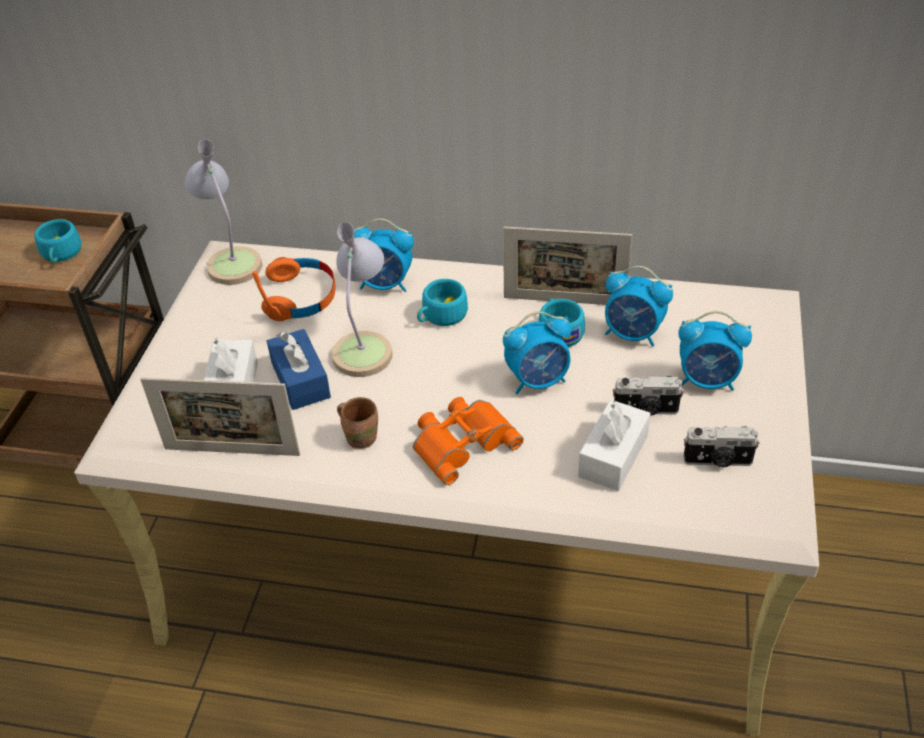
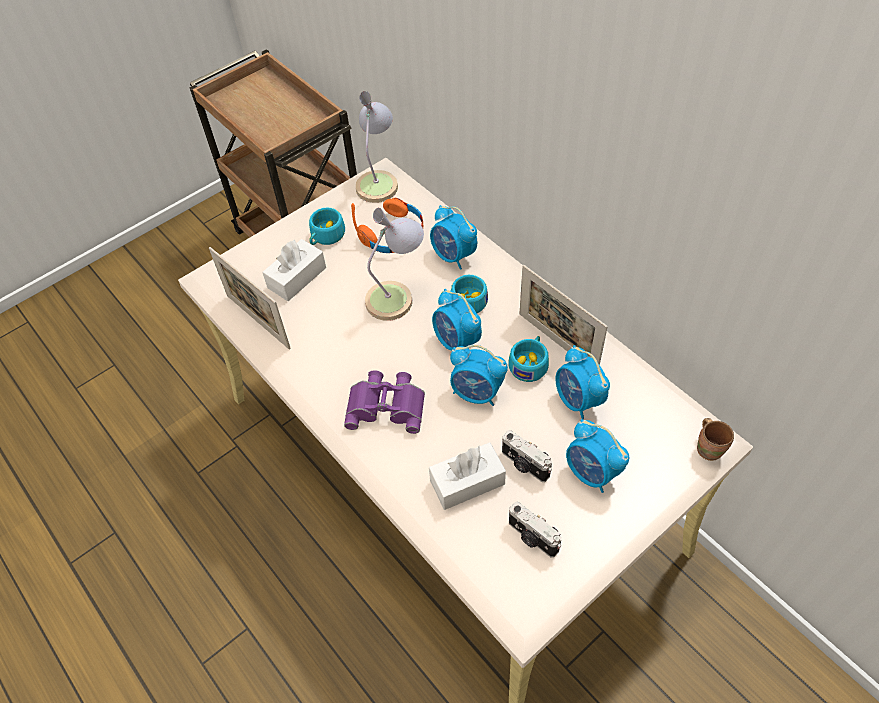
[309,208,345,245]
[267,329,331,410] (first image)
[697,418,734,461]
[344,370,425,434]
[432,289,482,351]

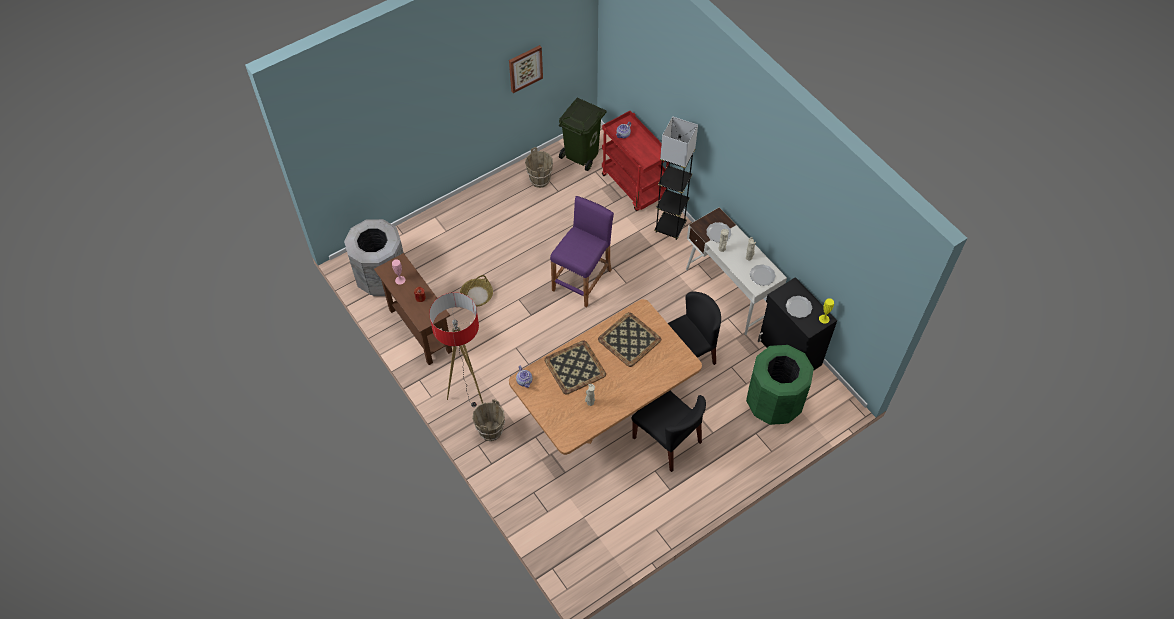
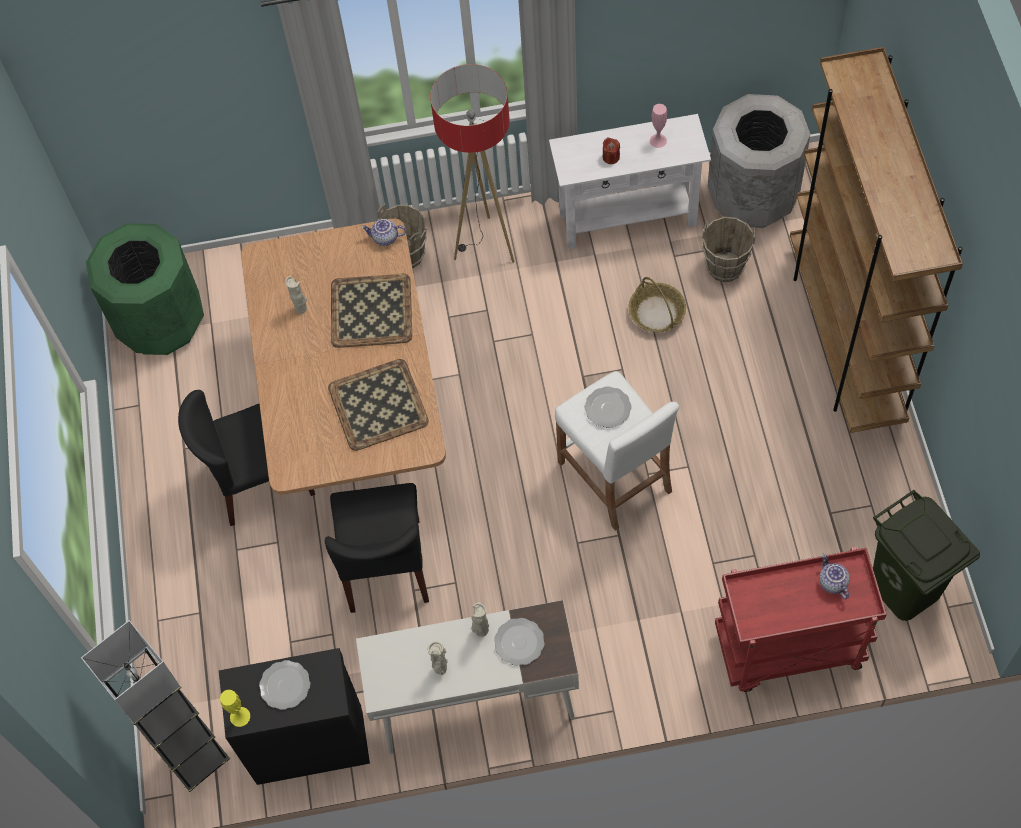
[509,45,543,93] (first image)
[81,620,230,792]
[702,217,755,282]
[555,371,679,531]
[549,114,711,249]
[585,386,631,428]
[86,223,204,355]
[790,47,963,433]

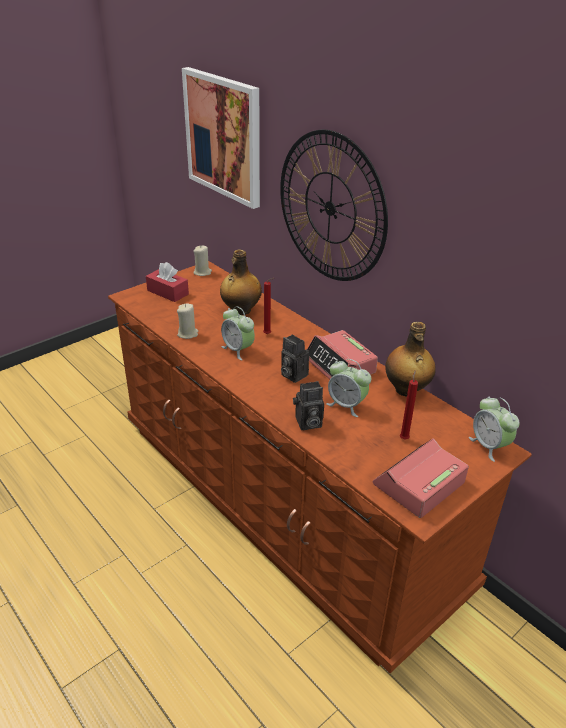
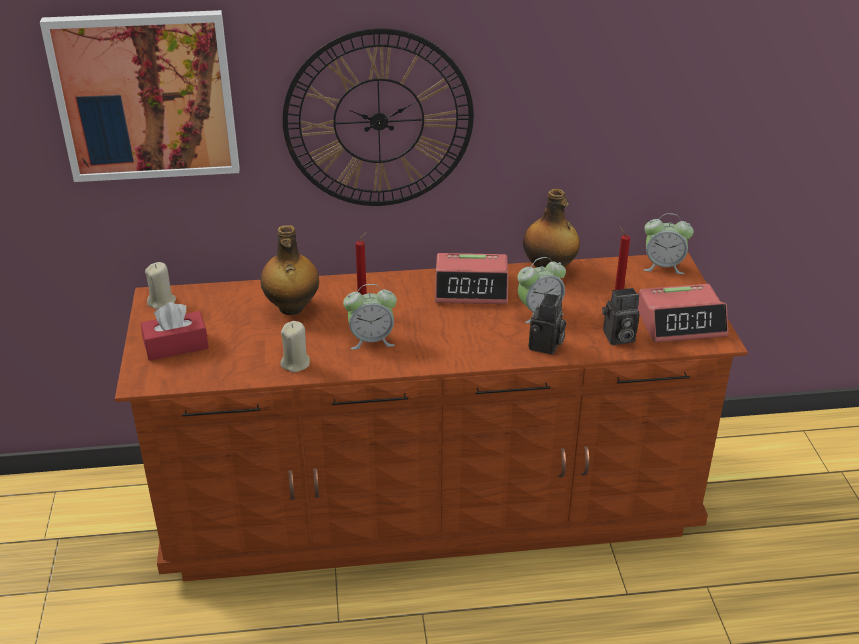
[602,288,640,345]
[638,284,728,342]

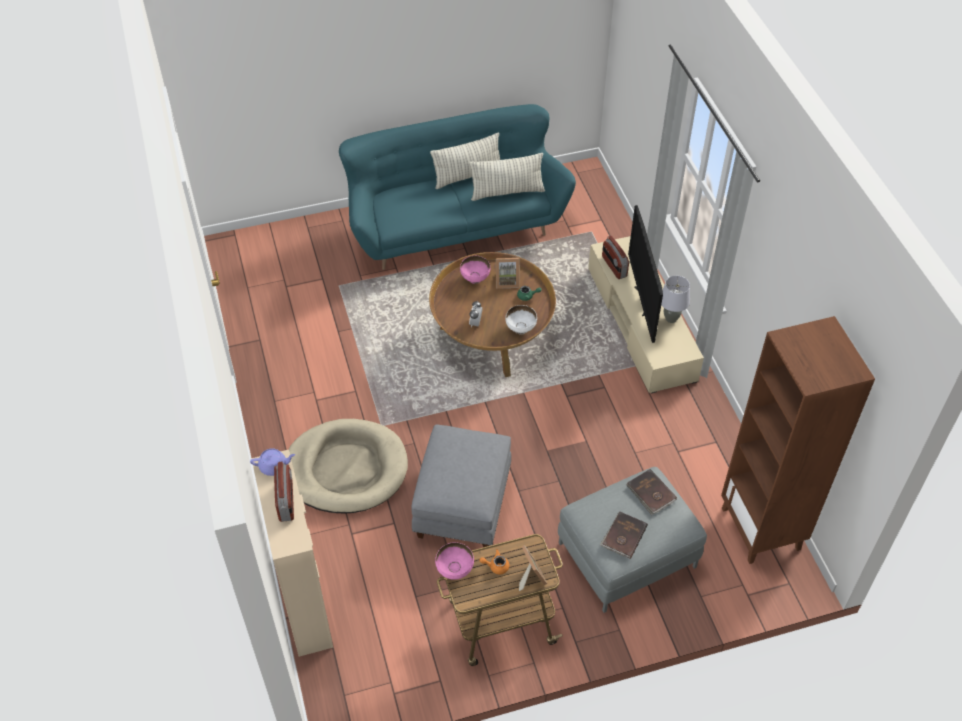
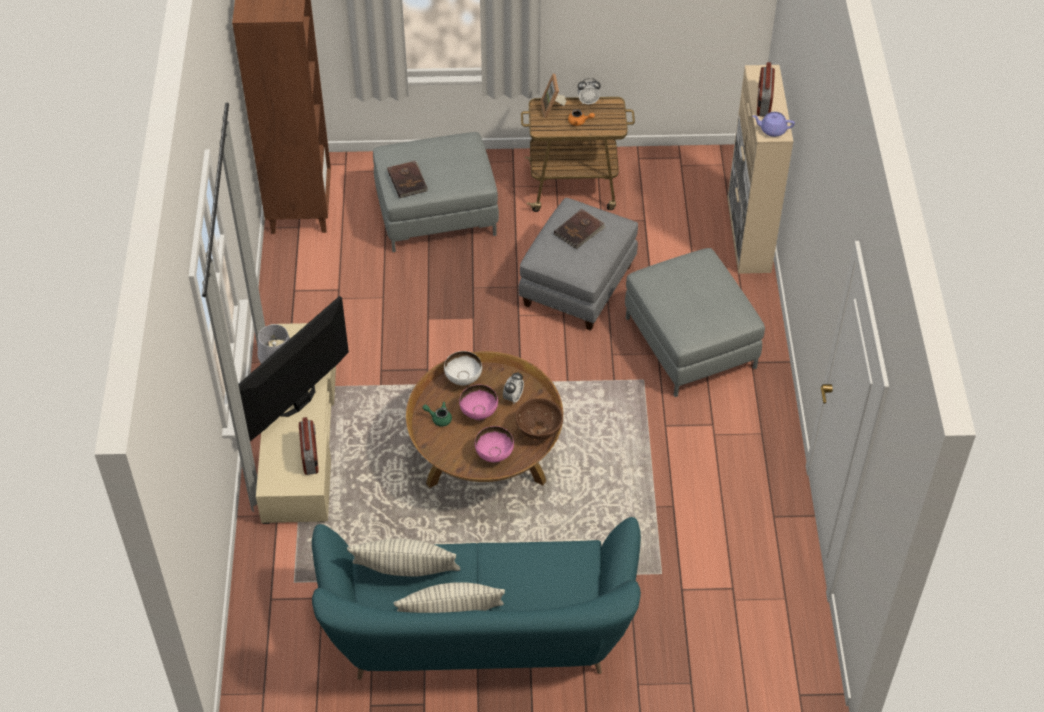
[238,296,349,441]
[496,258,519,289] (first image)
[625,248,765,397]
[554,209,606,249]
[459,385,498,421]
[578,78,601,105]
[516,398,563,440]

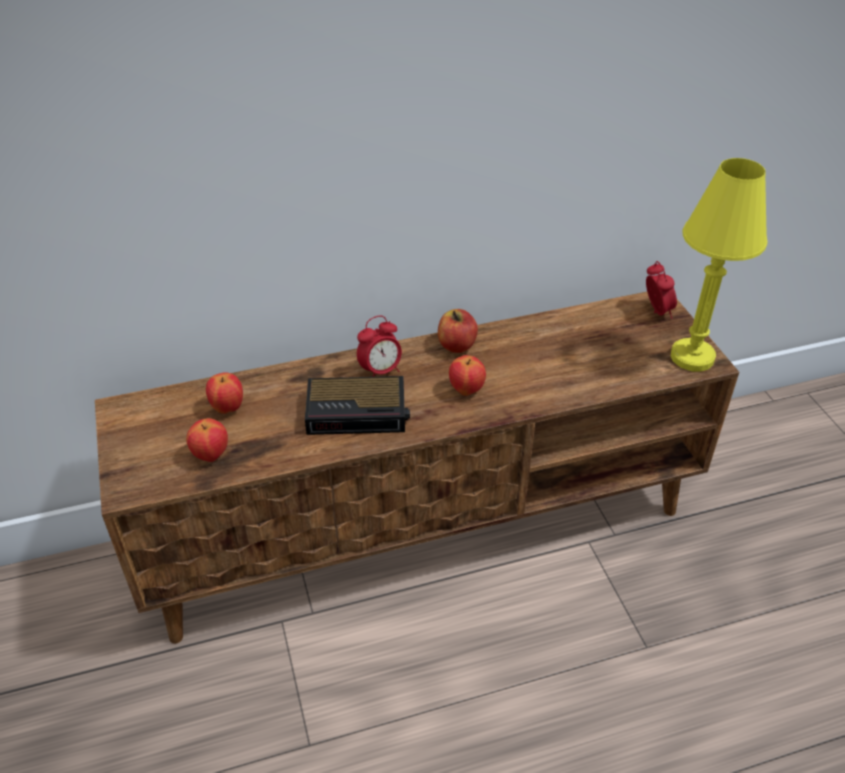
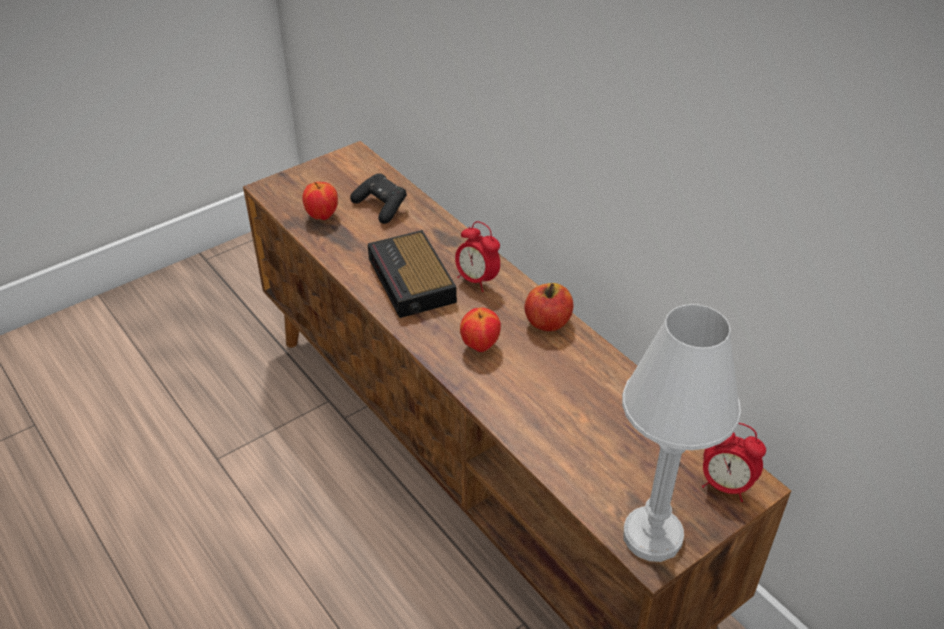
[622,304,741,562]
[702,423,766,502]
[350,173,407,224]

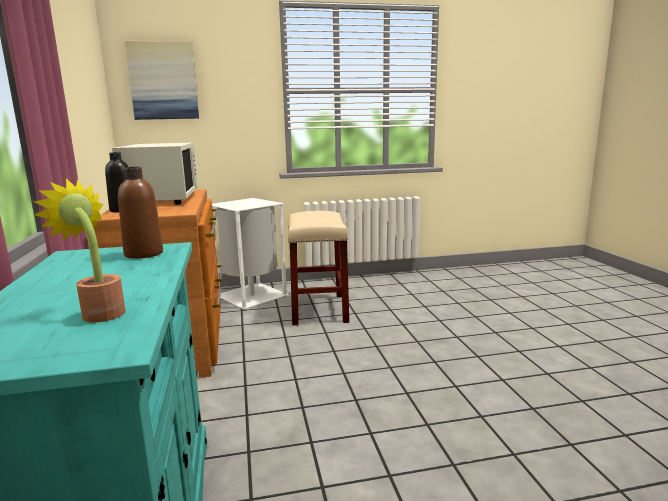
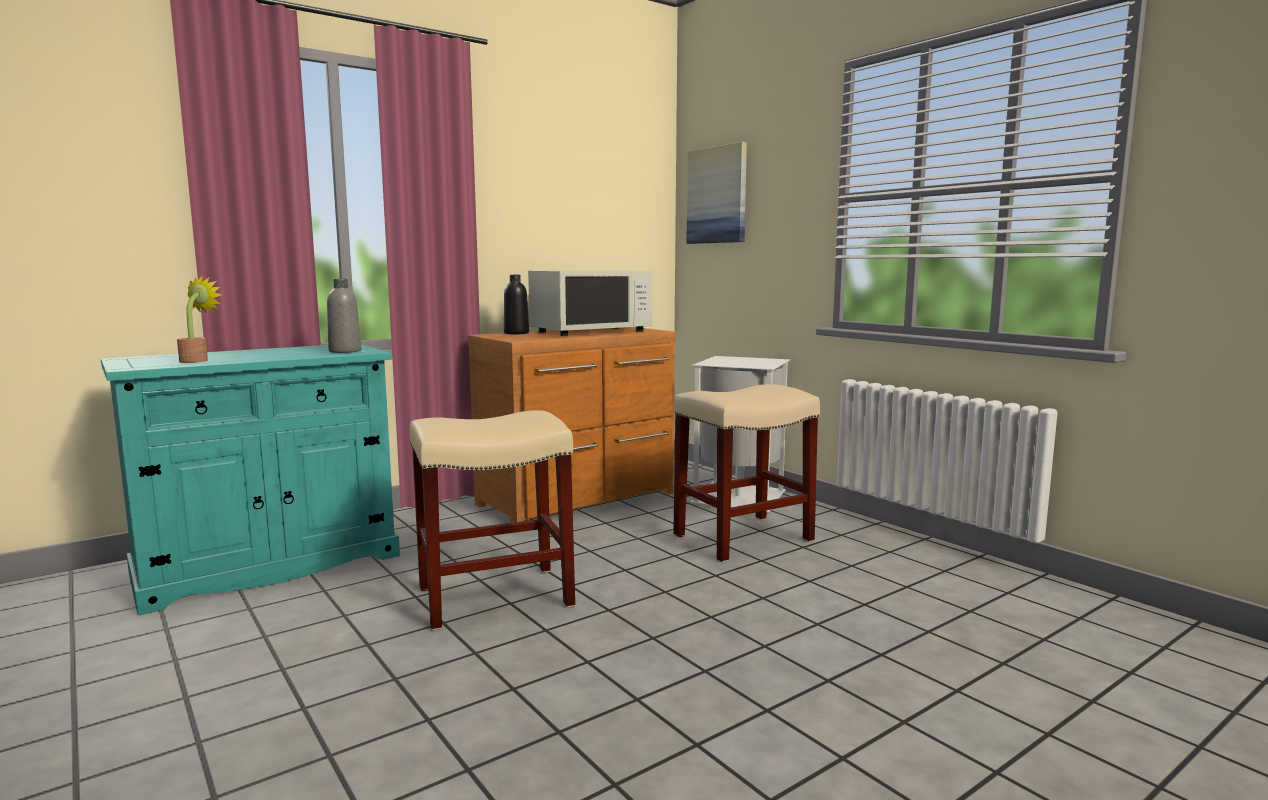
[327,279,361,353]
[410,410,575,630]

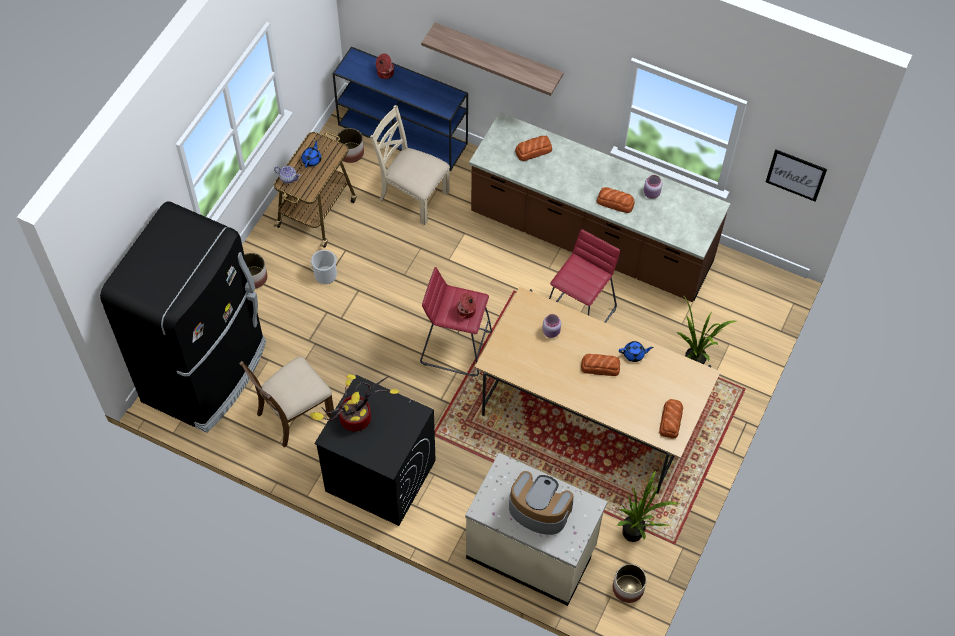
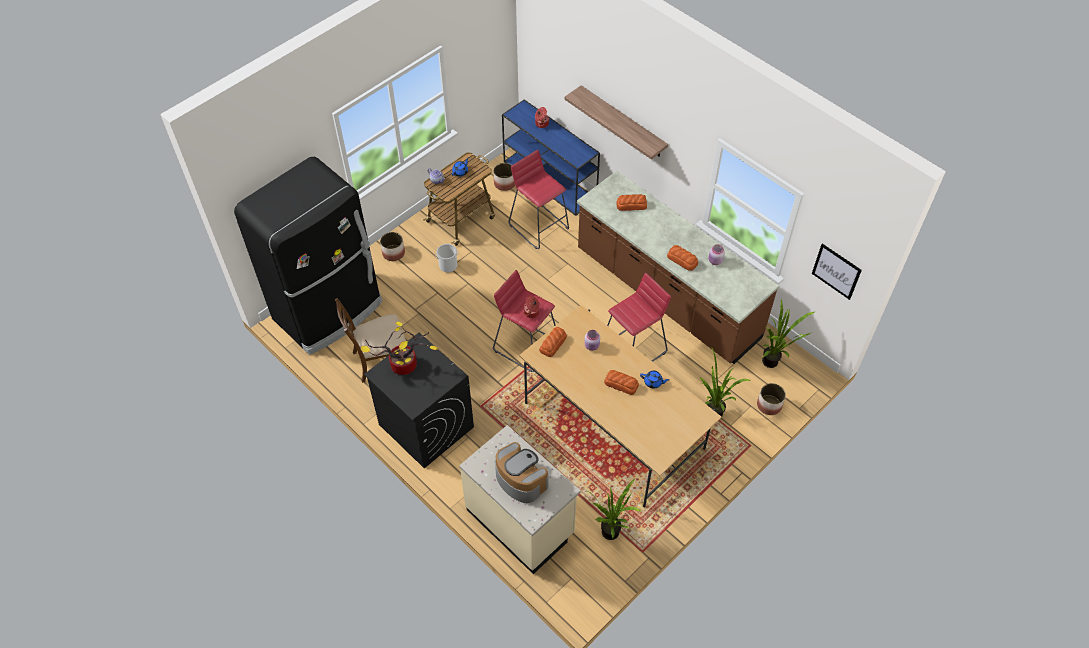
[508,150,569,249]
[539,327,567,357]
[757,383,786,415]
[762,300,815,368]

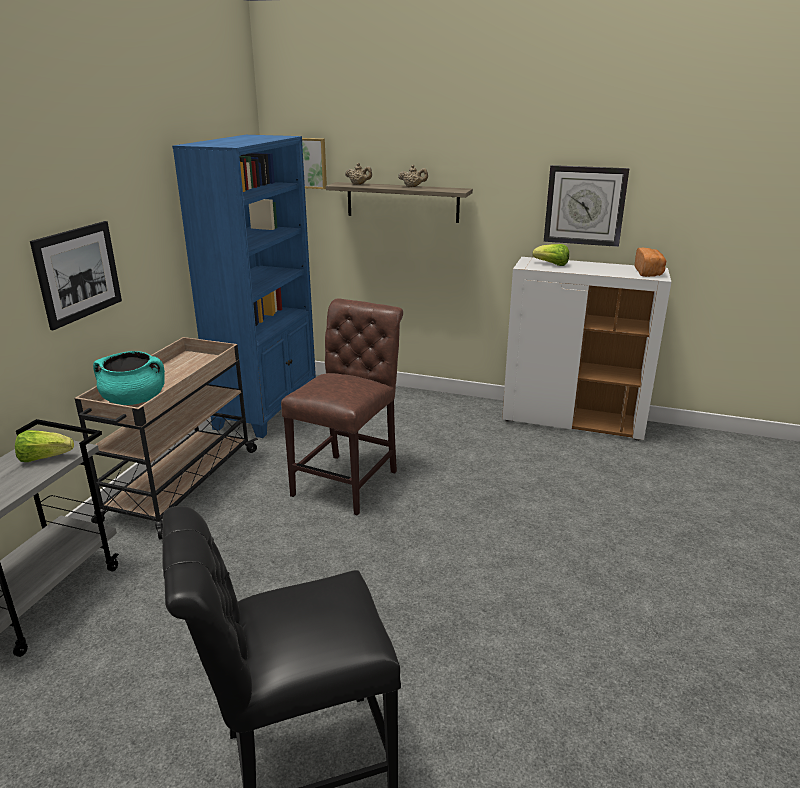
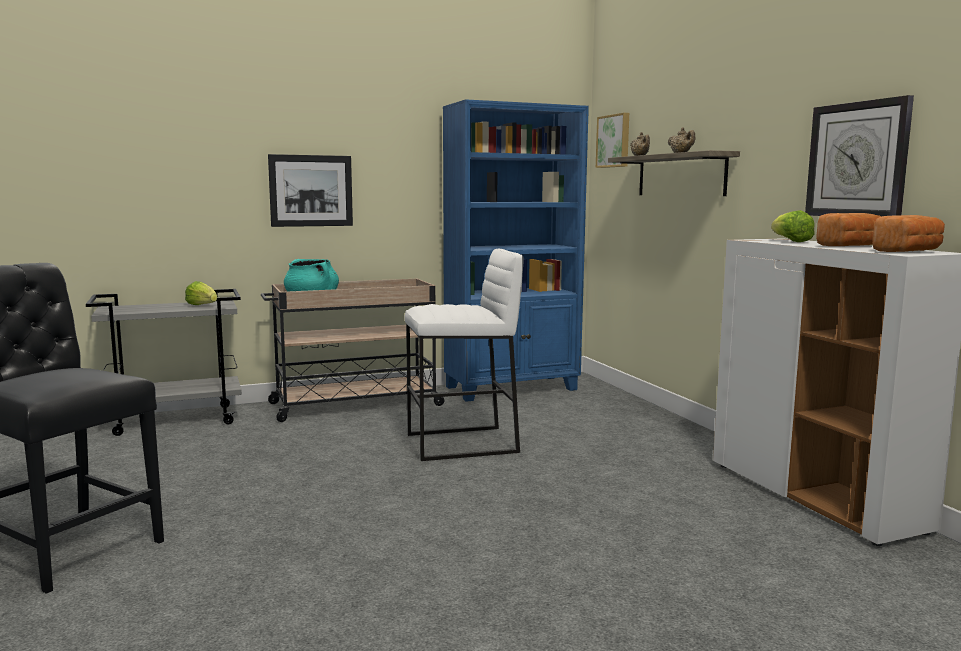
[404,249,523,461]
[816,213,881,246]

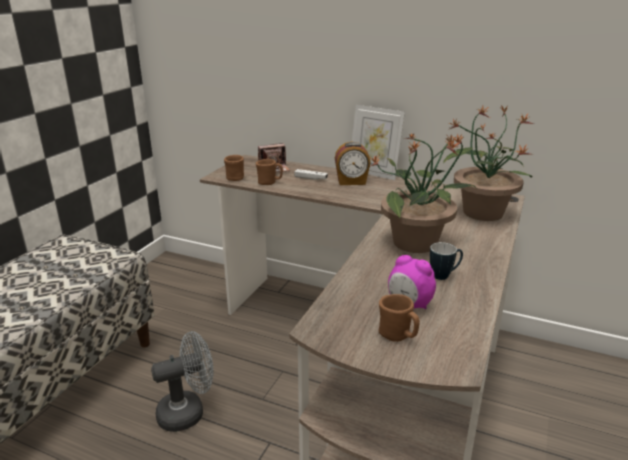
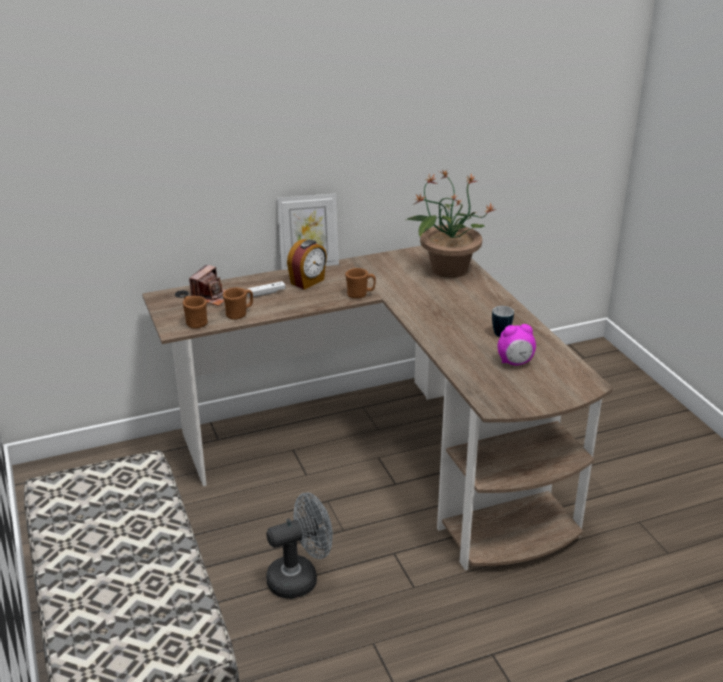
[371,133,477,253] (first image)
[345,268,376,298]
[266,492,333,599]

